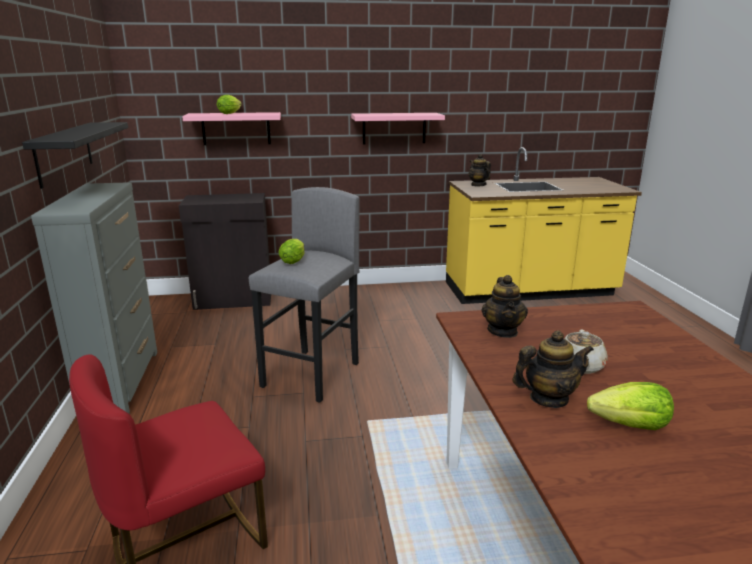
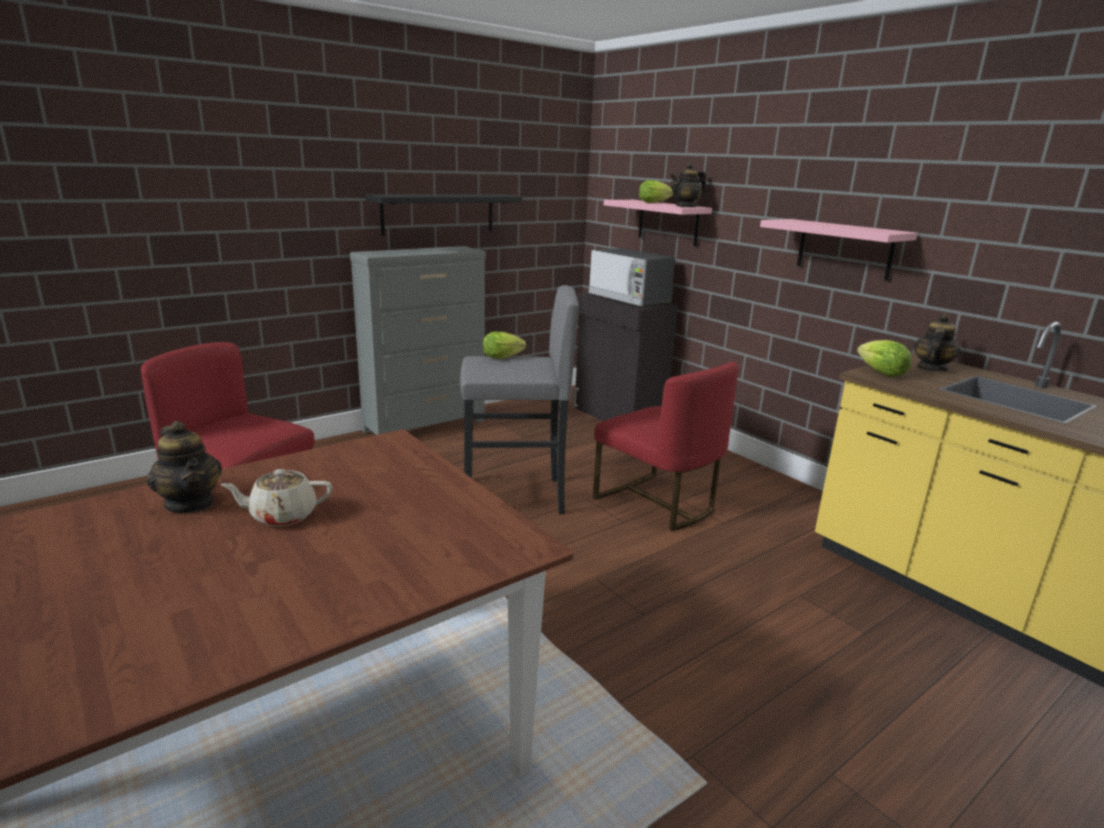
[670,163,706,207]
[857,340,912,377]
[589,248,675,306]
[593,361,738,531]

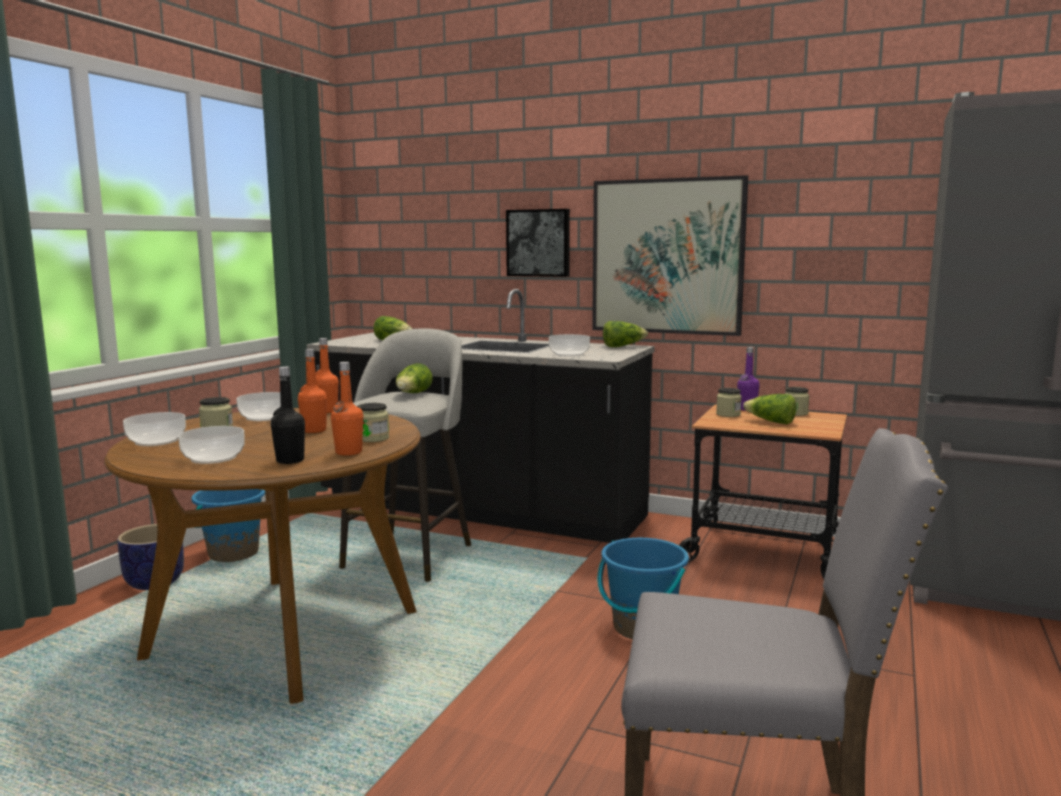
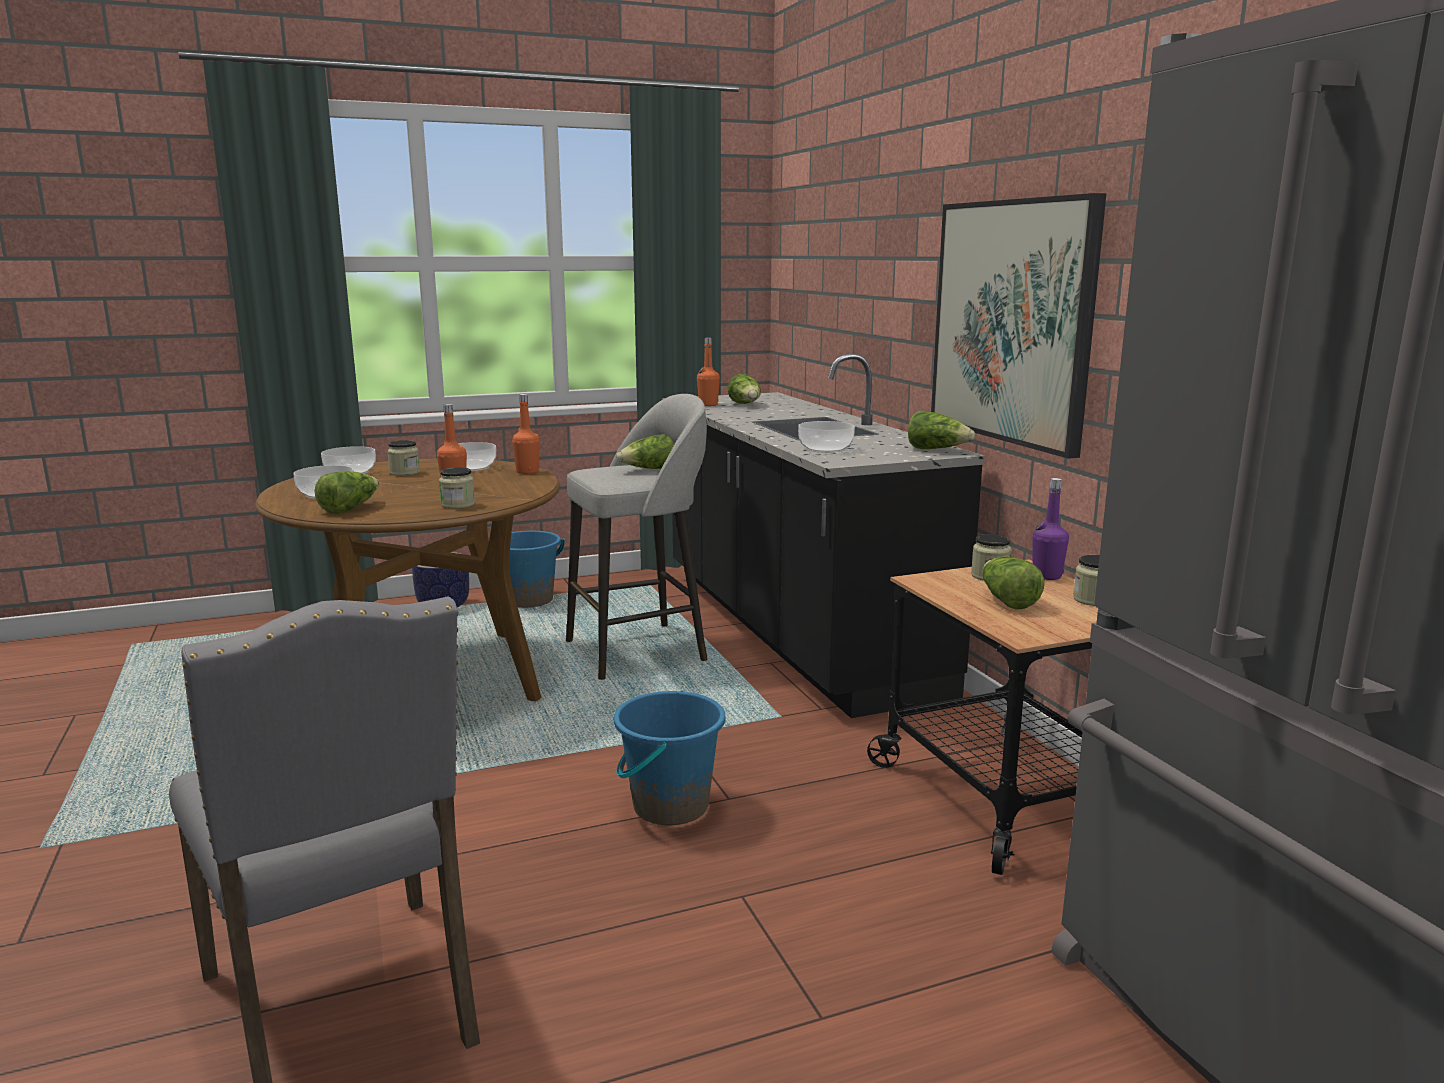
[506,209,570,277] (first image)
[697,338,720,406]
[314,471,379,514]

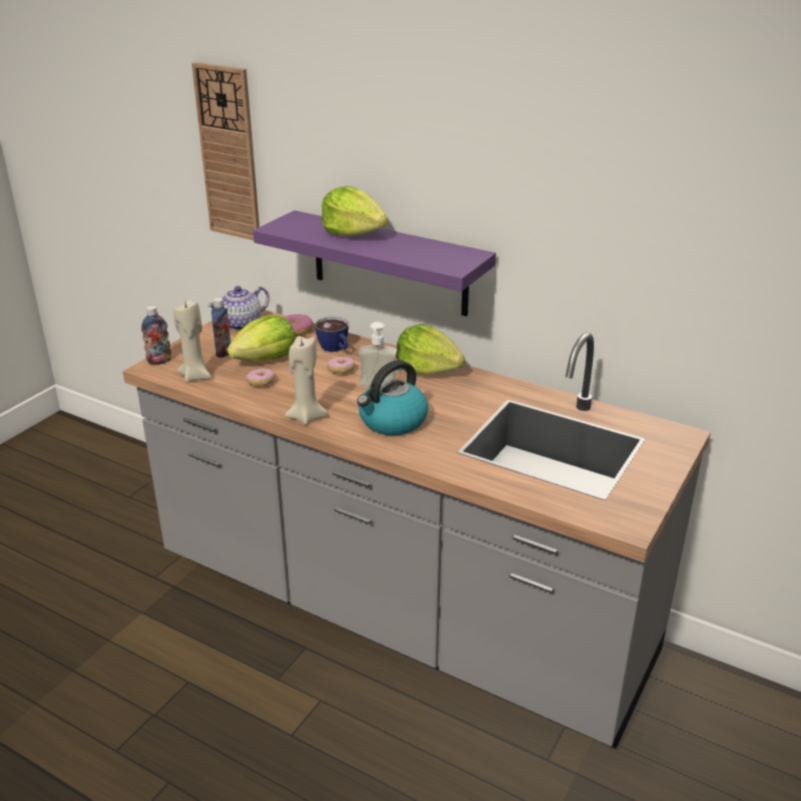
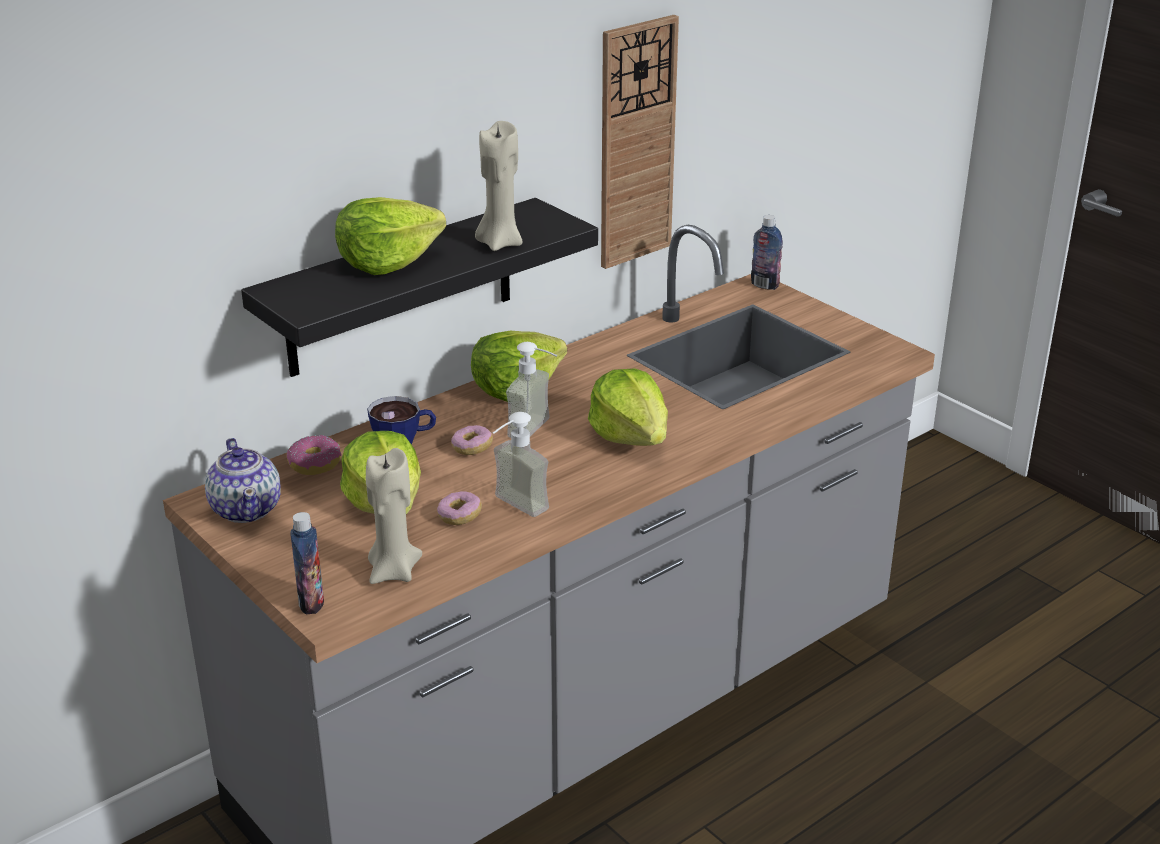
[601,15,679,269]
[241,198,598,377]
[751,215,783,290]
[475,121,522,251]
[588,368,668,446]
[493,412,549,517]

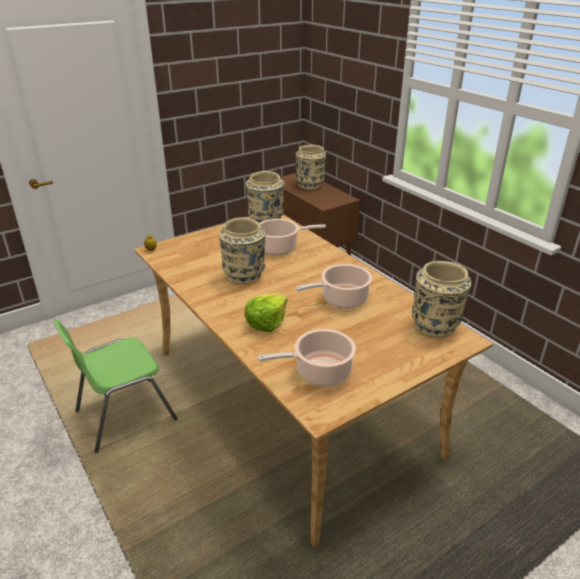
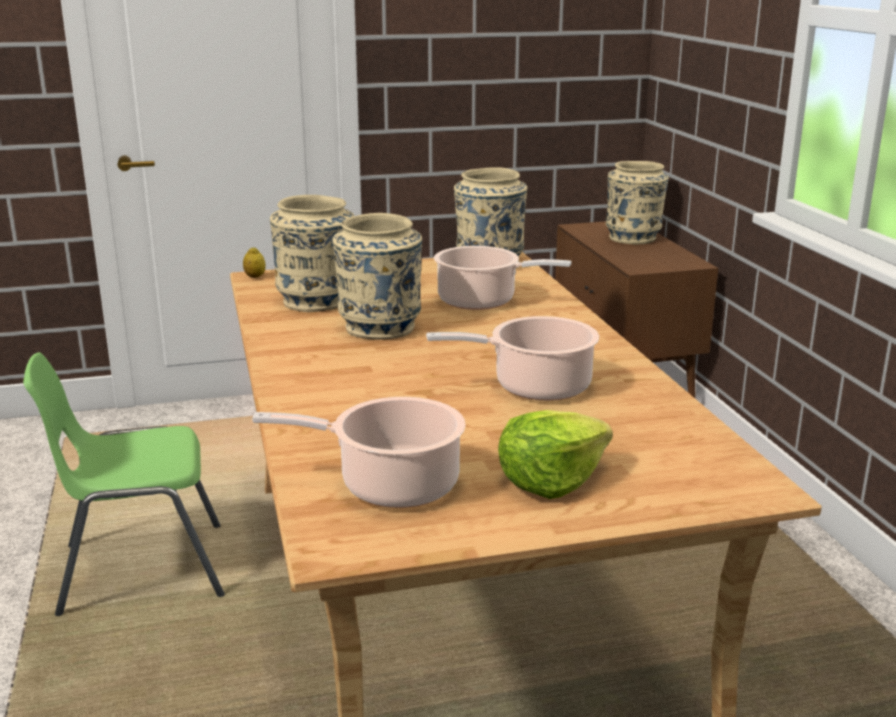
[270,195,354,312]
[498,410,613,499]

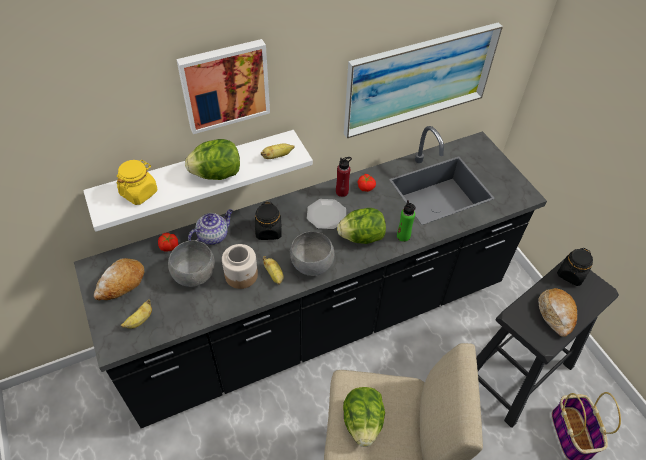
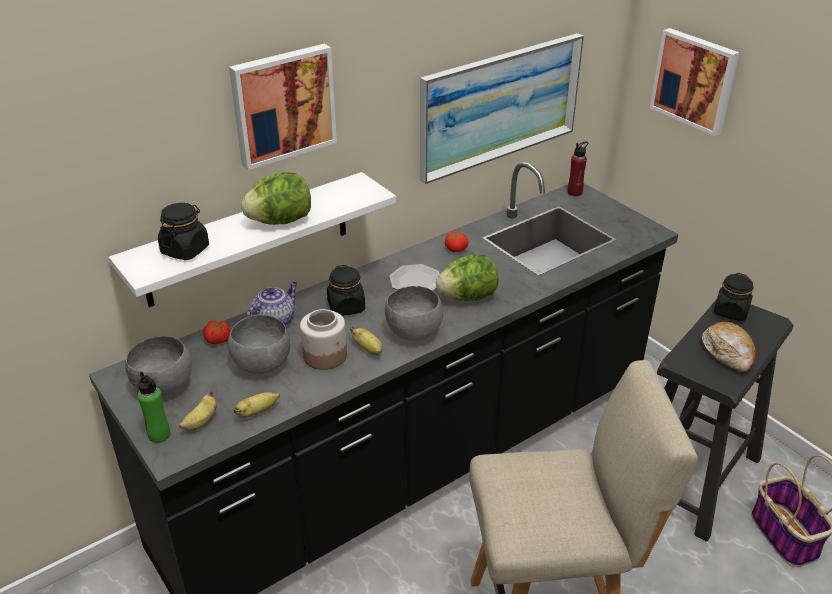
[234,392,280,418]
[568,141,588,196]
[158,203,209,260]
[138,371,170,443]
[125,336,192,396]
[343,387,385,447] (first image)
[650,28,740,136]

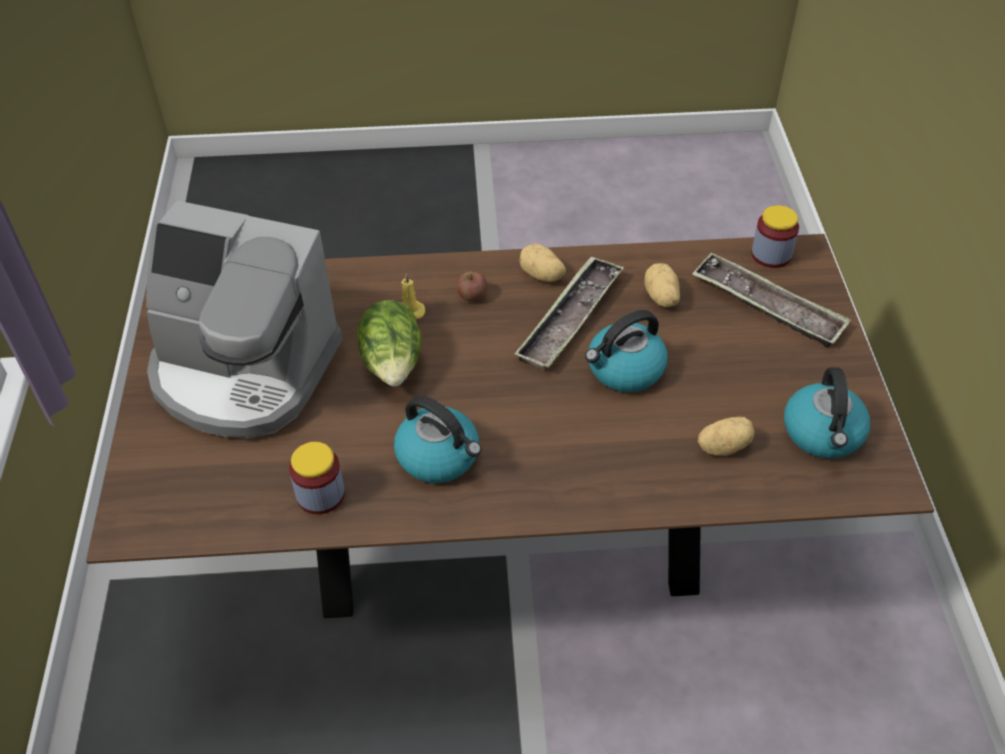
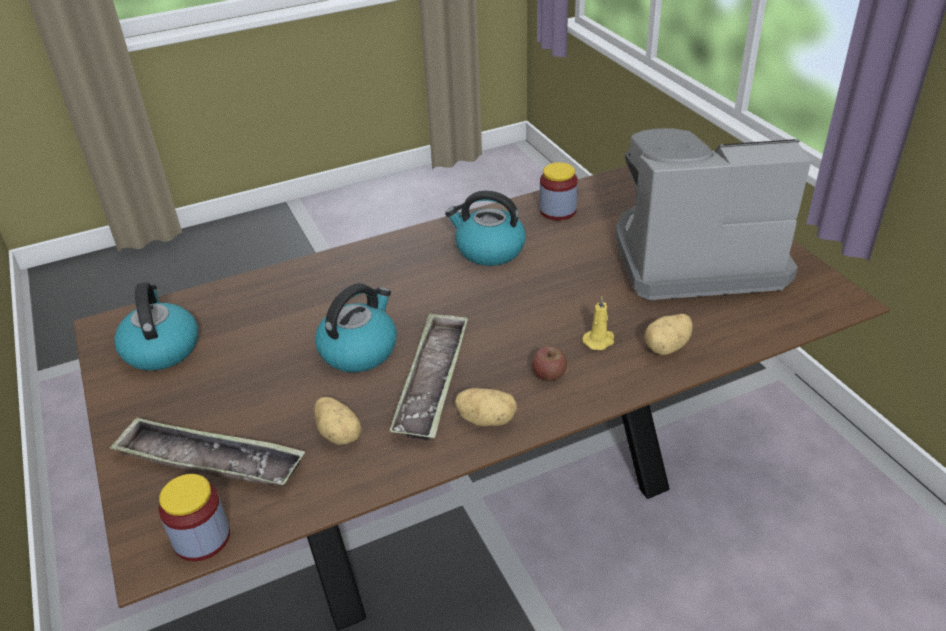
[357,300,422,386] (first image)
[644,314,693,355]

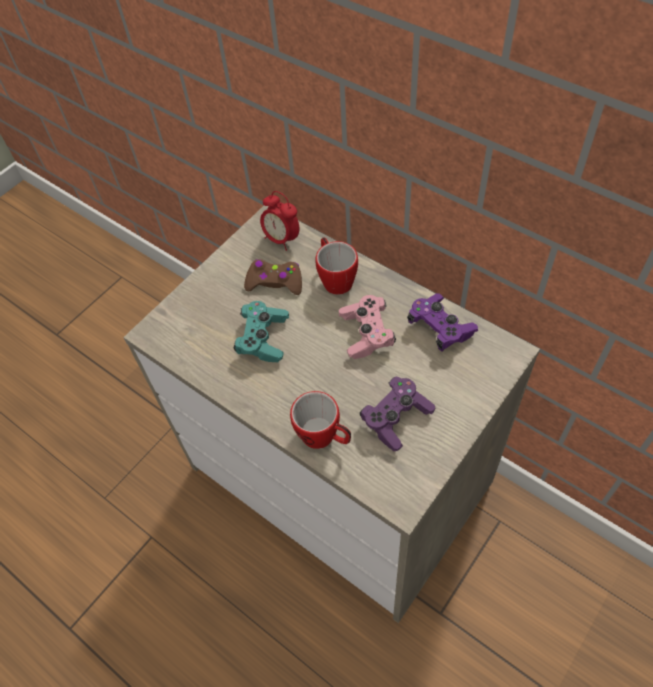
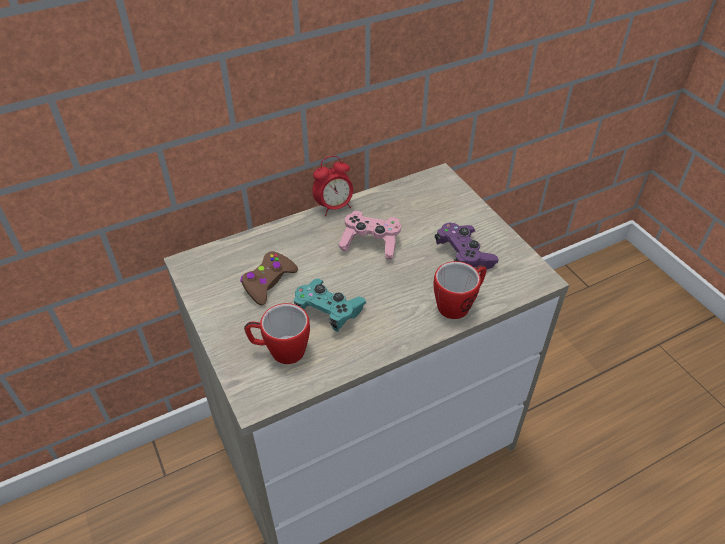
[312,156,353,216]
[244,303,310,364]
[407,293,478,351] (first image)

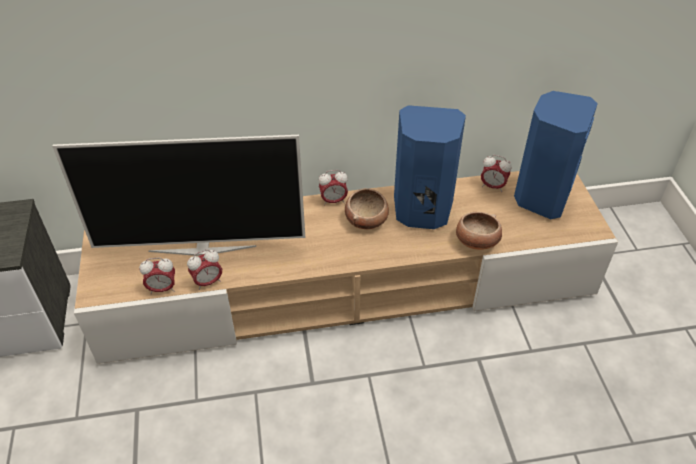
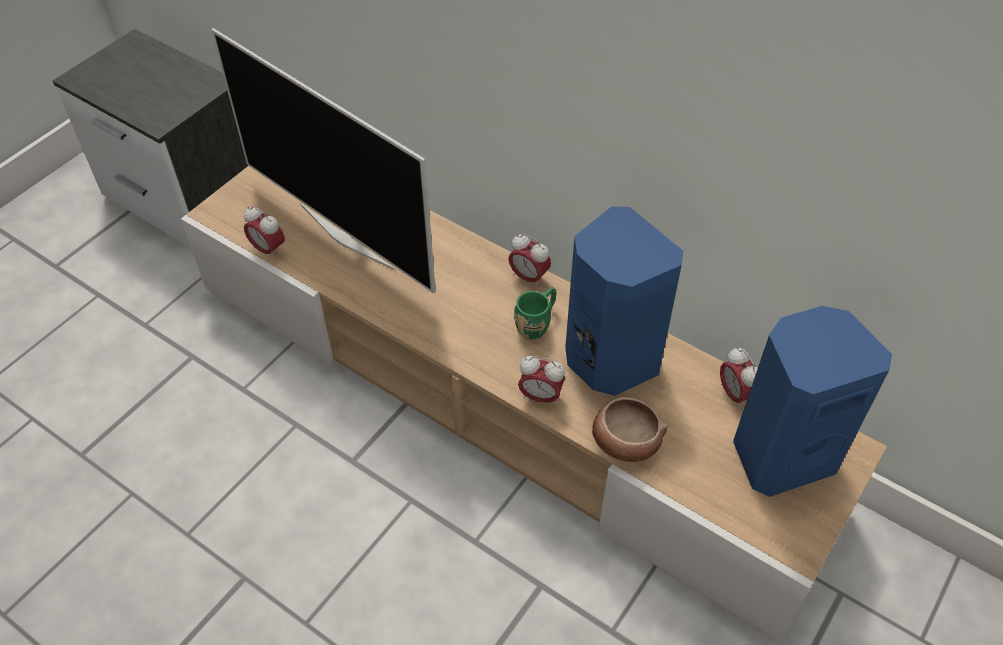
[514,287,556,339]
[518,356,565,406]

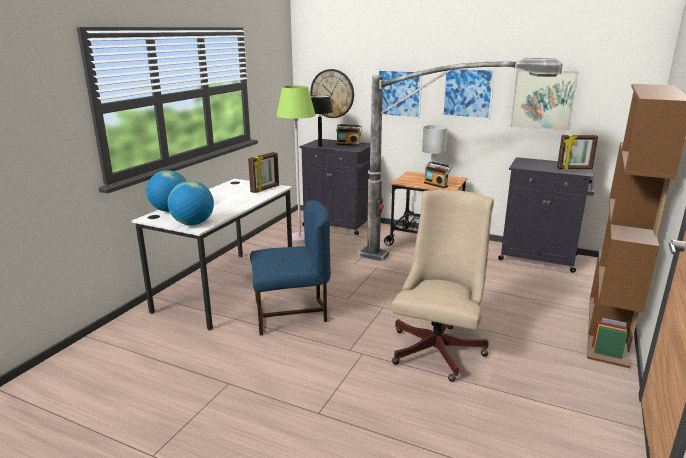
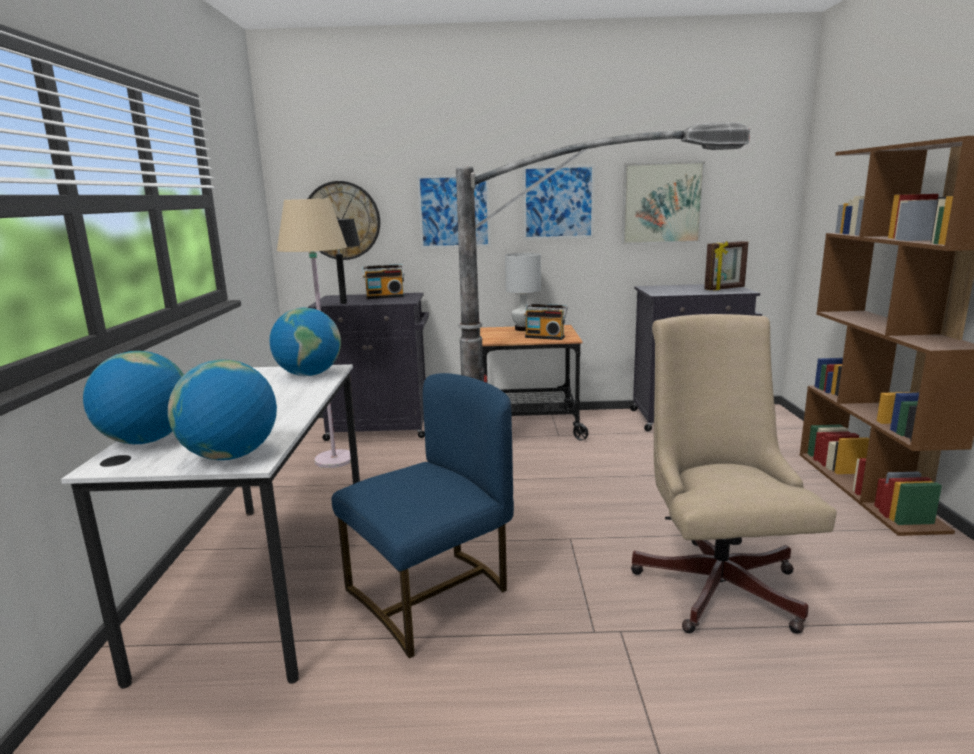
[277,199,351,468]
[270,307,341,376]

